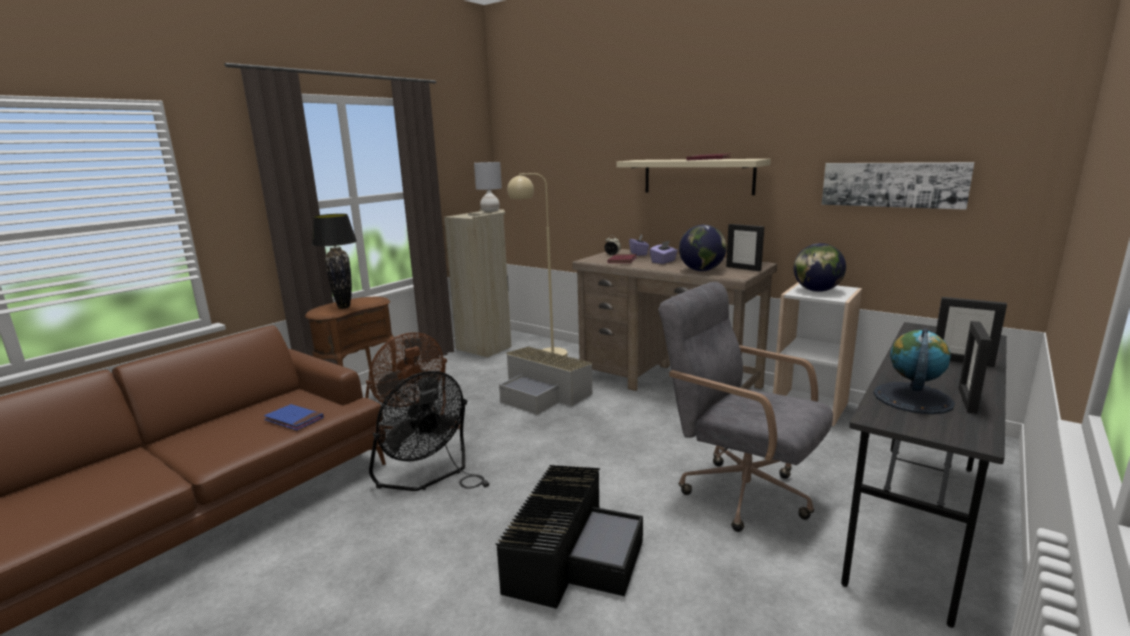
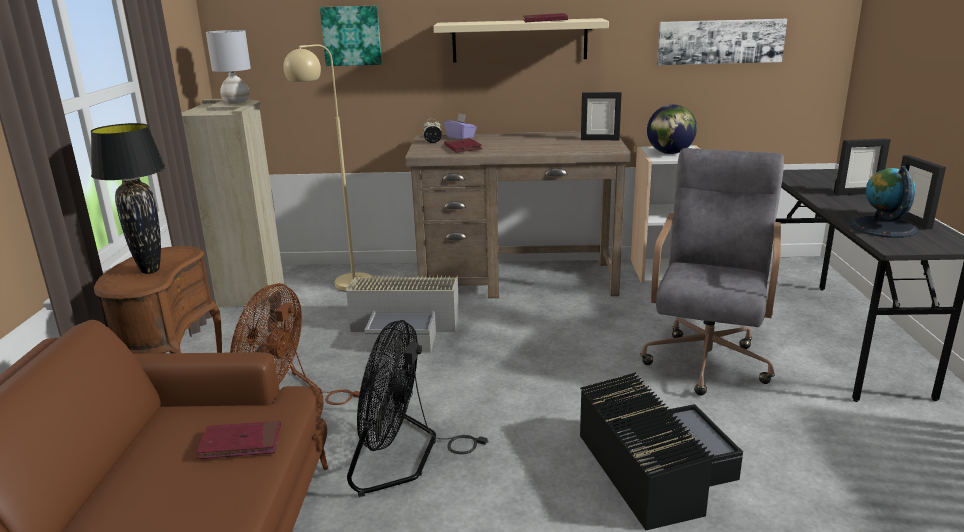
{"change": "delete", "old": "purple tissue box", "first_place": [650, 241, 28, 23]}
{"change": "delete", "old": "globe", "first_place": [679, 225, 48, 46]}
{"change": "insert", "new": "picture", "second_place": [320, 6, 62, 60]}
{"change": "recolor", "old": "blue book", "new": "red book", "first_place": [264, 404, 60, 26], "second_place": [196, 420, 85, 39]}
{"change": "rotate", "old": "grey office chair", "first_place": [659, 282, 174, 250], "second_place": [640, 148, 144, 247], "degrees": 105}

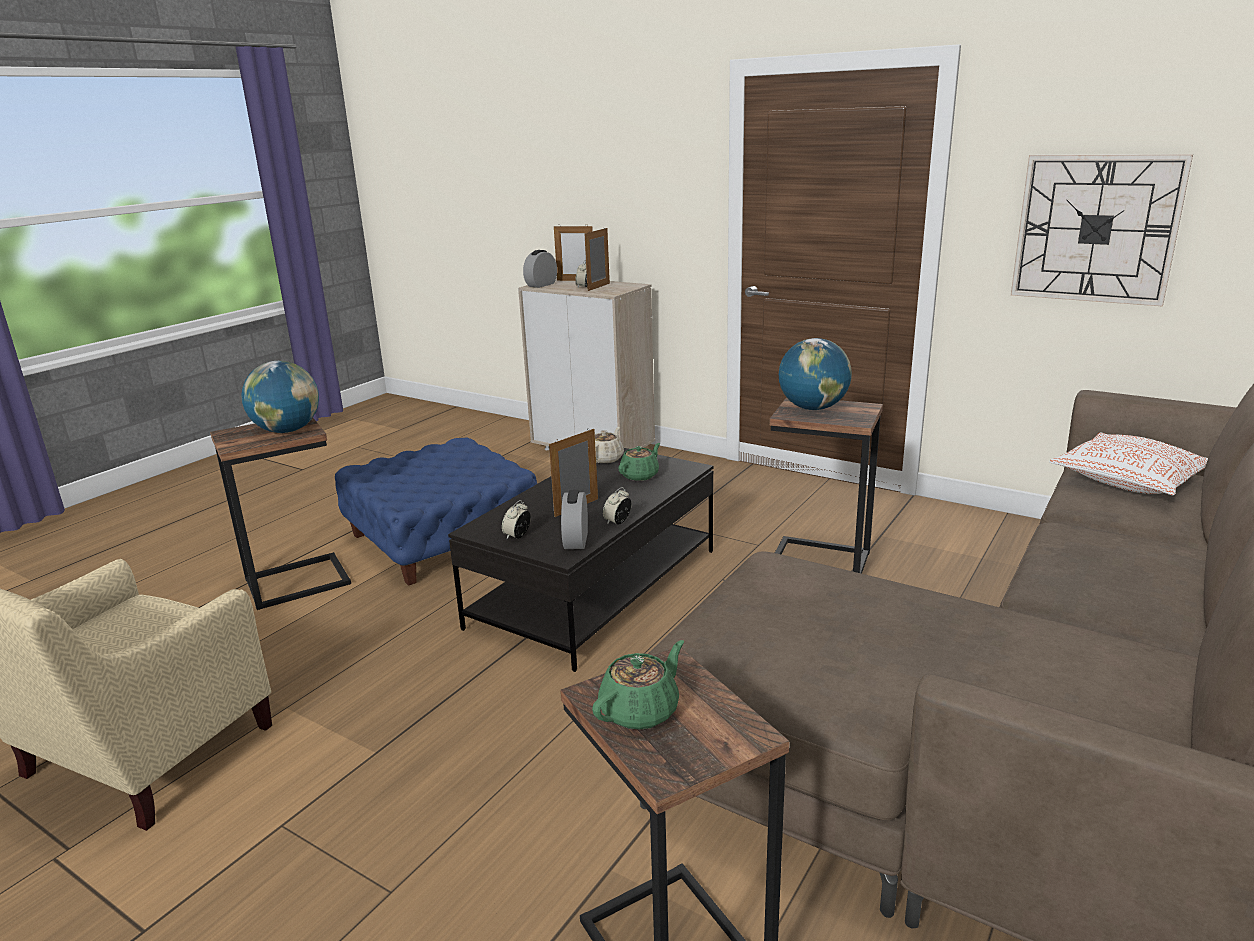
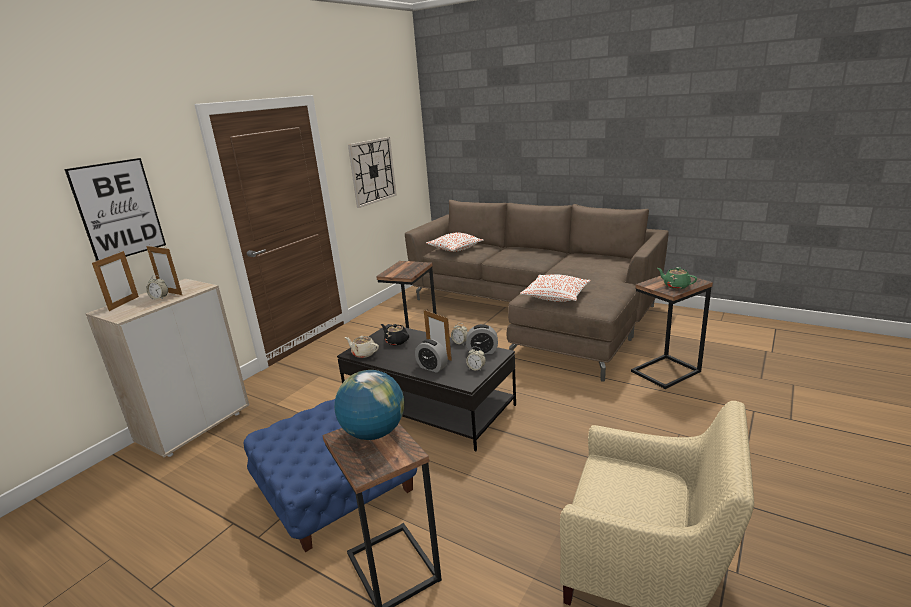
{"change": "delete", "old": "globe", "first_place": [779, 338, 73, 72]}
{"change": "insert", "new": "picture", "second_place": [64, 158, 102, 103]}
{"change": "insert", "new": "white pillow", "second_place": [520, 274, 71, 28]}
{"change": "move", "old": "alarm clock", "first_place": [523, 250, 34, 38], "second_place": [415, 339, 33, 34]}
{"change": "recolor", "old": "green teapot", "new": "black teapot", "first_place": [619, 443, 41, 38], "second_place": [381, 324, 28, 21]}

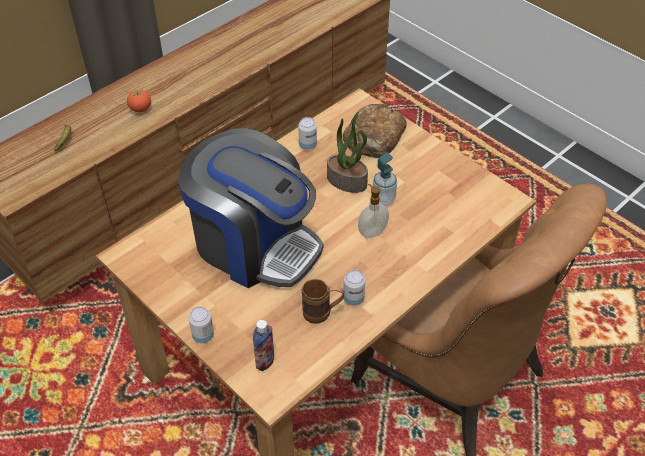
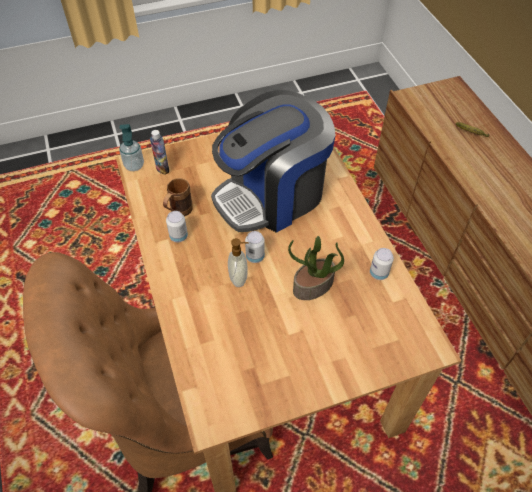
{"change": "delete", "old": "tomato", "first_place": [127, 90, 24, 22]}
{"change": "delete", "old": "bread", "first_place": [342, 104, 64, 54]}
{"change": "move", "old": "can", "first_place": [189, 307, 25, 36], "second_place": [245, 231, 20, 32]}
{"change": "move", "old": "soap dispenser", "first_place": [373, 152, 24, 54], "second_place": [119, 124, 25, 47]}

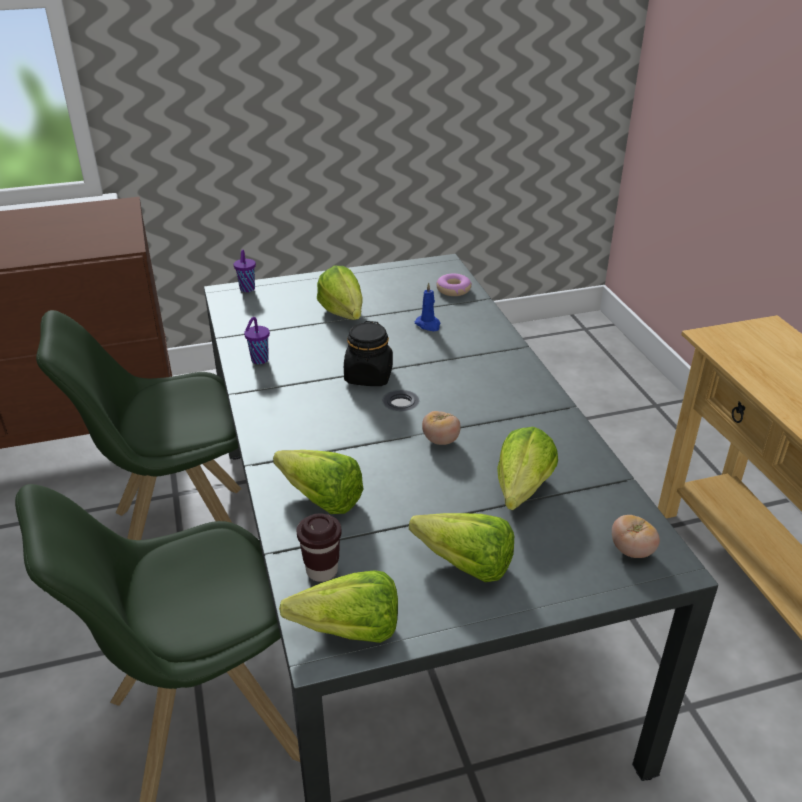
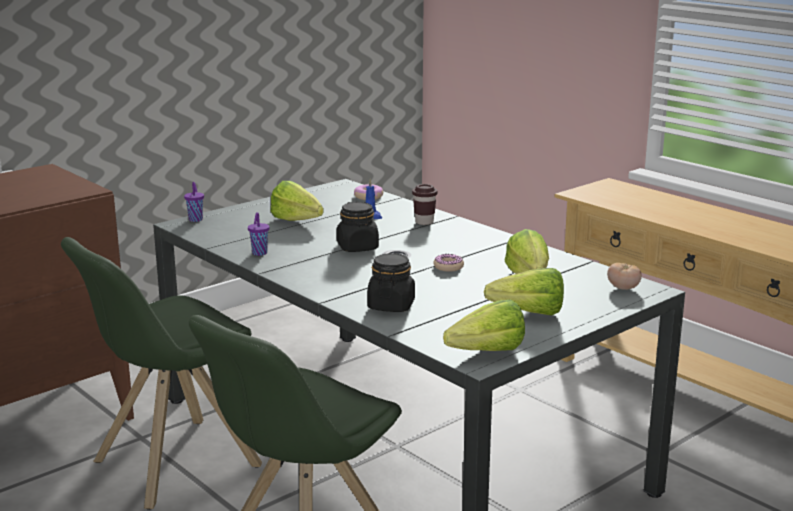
{"change": "move", "old": "brown cup", "first_place": [297, 513, 45, 69], "second_place": [412, 184, 25, 41]}
{"change": "replace", "old": "lettuce", "new": "black jar", "first_place": [273, 450, 91, 64], "second_place": [367, 253, 48, 59]}
{"change": "replace", "old": "tomato", "new": "donut", "first_place": [422, 411, 39, 34], "second_place": [433, 254, 31, 18]}

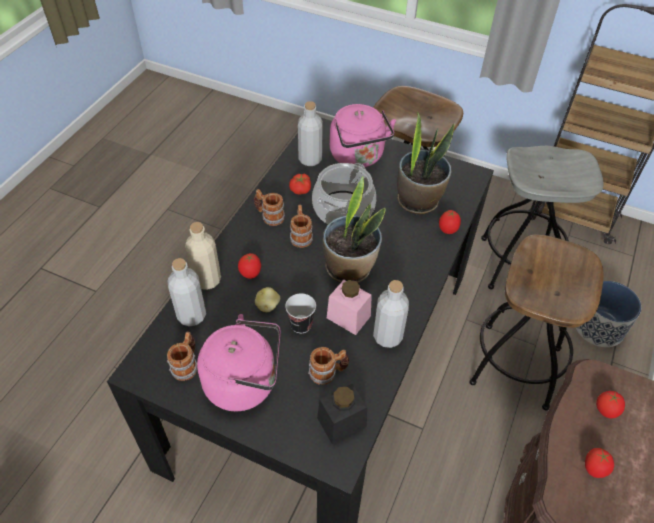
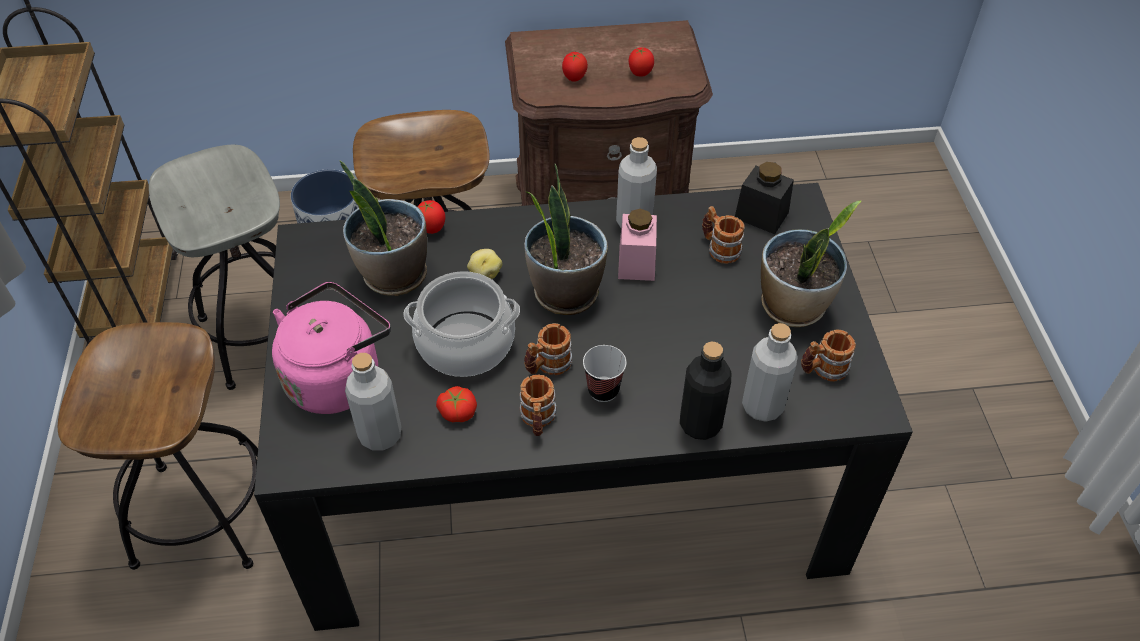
{"change": "delete", "old": "tomato", "first_place": [238, 253, 23, 26]}
{"change": "move", "old": "potato", "first_place": [255, 287, 25, 25], "second_place": [467, 249, 35, 30]}
{"change": "move", "old": "cup", "first_place": [285, 293, 31, 40], "second_place": [583, 345, 44, 57]}
{"change": "replace", "old": "pink kettle", "new": "potted plant", "first_place": [197, 314, 84, 97], "second_place": [761, 201, 100, 126]}
{"change": "recolor", "old": "beige bottle", "new": "black bottle", "first_place": [185, 222, 36, 68], "second_place": [680, 342, 51, 98]}

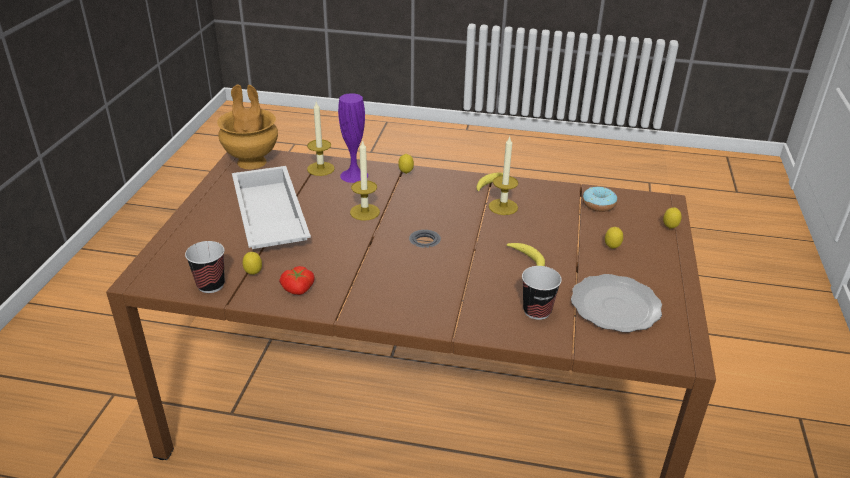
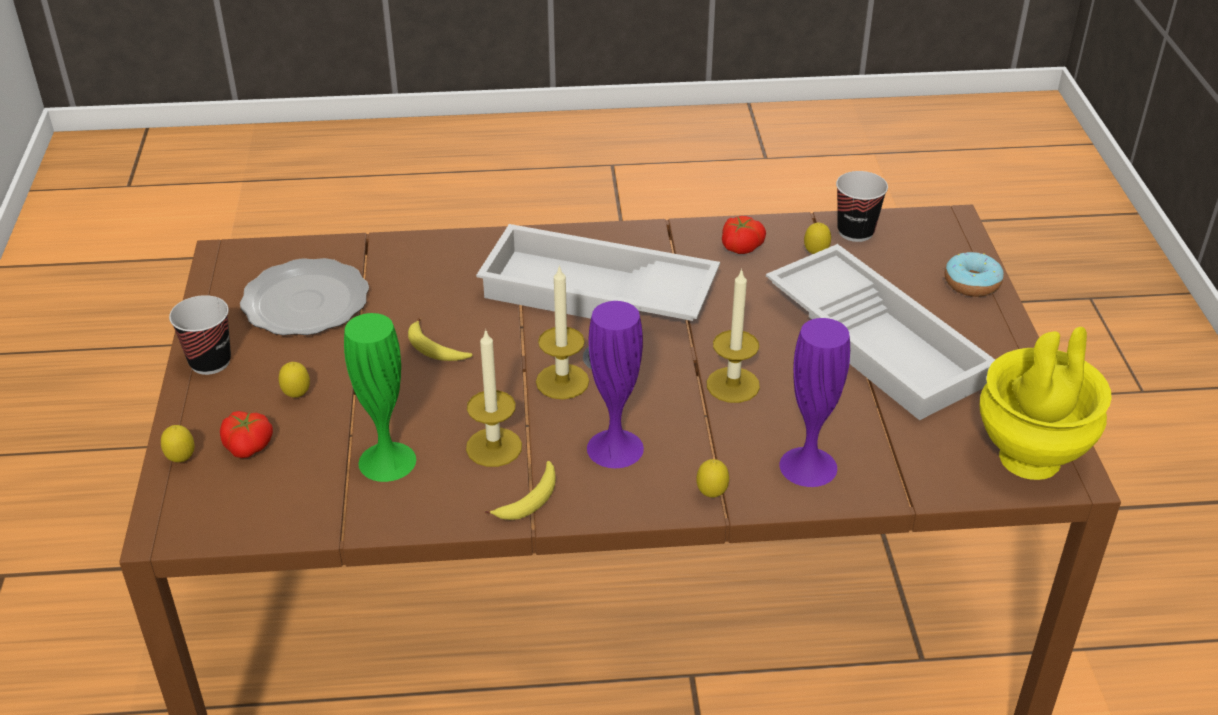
{"change": "insert", "new": "tomato", "second_place": [220, 411, 53, 47]}
{"change": "insert", "new": "green vase", "second_place": [344, 313, 72, 169]}
{"change": "insert", "new": "white tray", "second_place": [476, 224, 244, 97]}
{"change": "insert", "new": "purple vase", "second_place": [587, 301, 57, 167]}
{"change": "move", "old": "candle", "first_place": [307, 102, 28, 74], "second_place": [536, 265, 53, 135]}
{"change": "move", "old": "cup", "first_place": [522, 266, 40, 54], "second_place": [169, 295, 62, 80]}
{"change": "move", "old": "donut", "first_place": [582, 186, 35, 26], "second_place": [945, 252, 59, 45]}
{"change": "recolor", "old": "brown vase", "new": "yellow vase", "first_place": [217, 84, 61, 85], "second_place": [980, 327, 132, 153]}

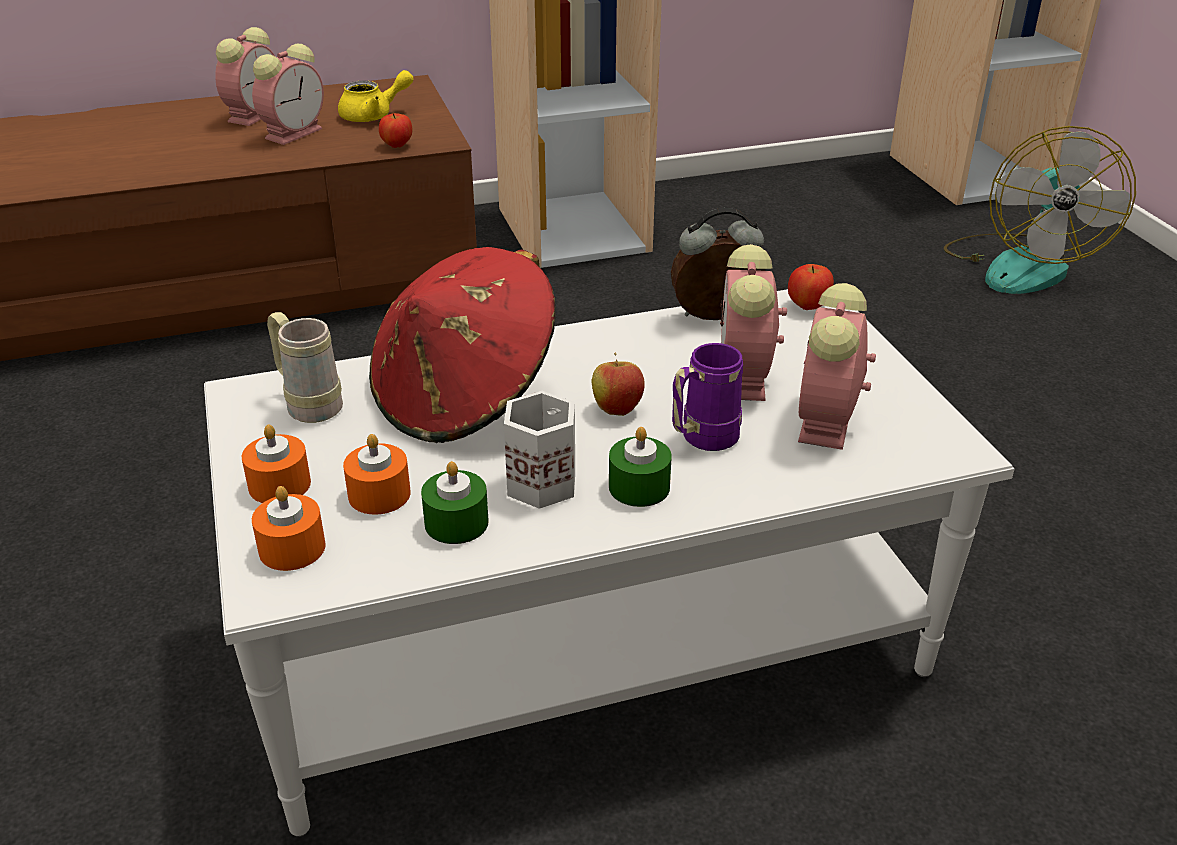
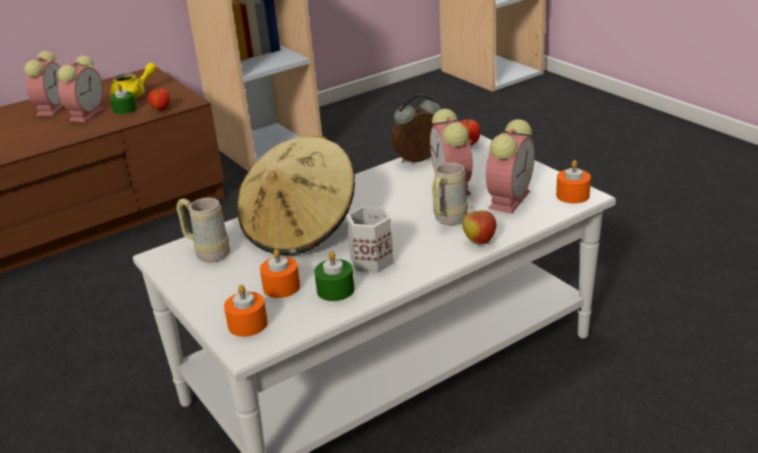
{"change": "delete", "old": "fan", "first_place": [944, 126, 192, 168]}
{"change": "move", "old": "orange candle", "first_place": [242, 424, 69, 79], "second_place": [556, 160, 35, 44]}
{"change": "move", "old": "apple", "first_place": [591, 353, 54, 63], "second_place": [462, 207, 34, 38]}
{"change": "move", "old": "green candle", "first_place": [609, 427, 63, 80], "second_place": [110, 84, 27, 31]}
{"change": "recolor", "old": "red hat", "new": "beige hat", "first_place": [369, 247, 187, 196], "second_place": [237, 136, 118, 119]}
{"change": "recolor", "old": "purple mug", "new": "beige mug", "first_place": [672, 343, 71, 108], "second_place": [432, 163, 36, 62]}
{"change": "rotate", "old": "alarm clock", "first_place": [798, 283, 78, 167], "second_place": [486, 119, 49, 95], "degrees": -150}

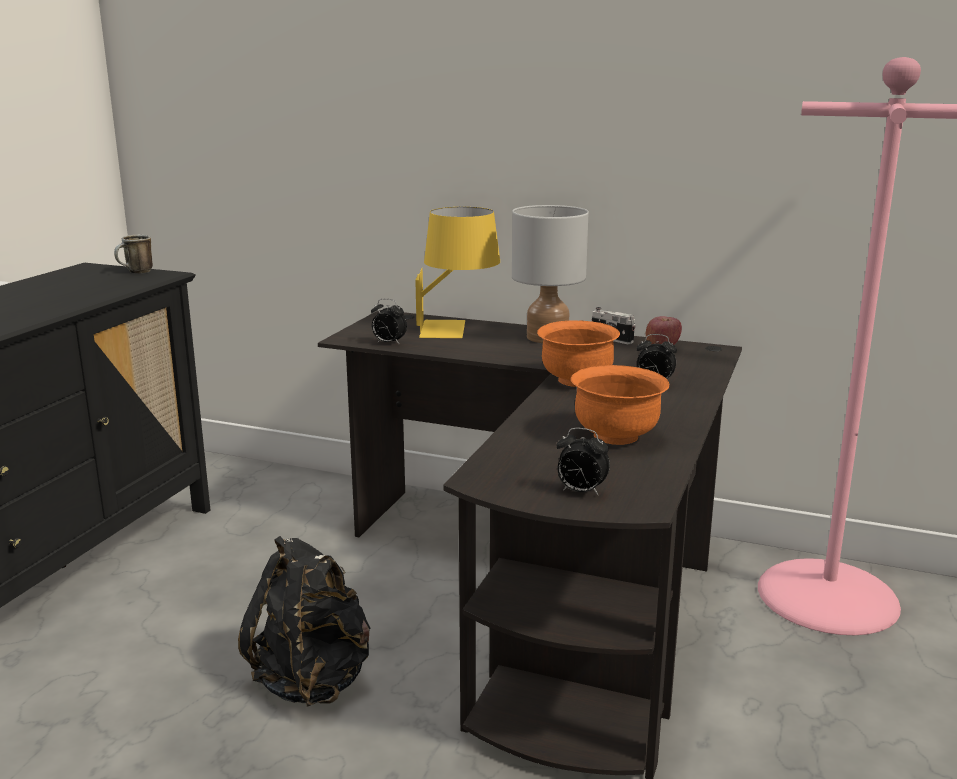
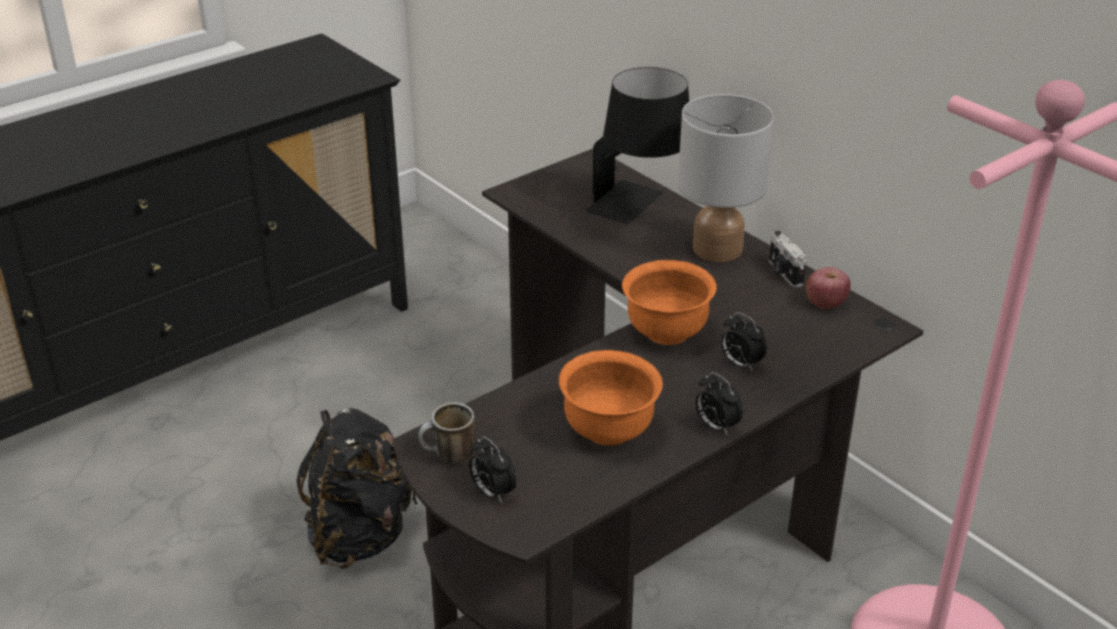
{"change": "move", "old": "mug", "first_place": [114, 235, 39, 39], "second_place": [418, 402, 56, 63]}
{"change": "move", "old": "alarm clock", "first_place": [371, 299, 36, 46], "second_place": [696, 372, 47, 64]}
{"change": "recolor", "old": "yellow table lamp", "new": "black table lamp", "first_place": [415, 207, 85, 131], "second_place": [586, 67, 103, 157]}

